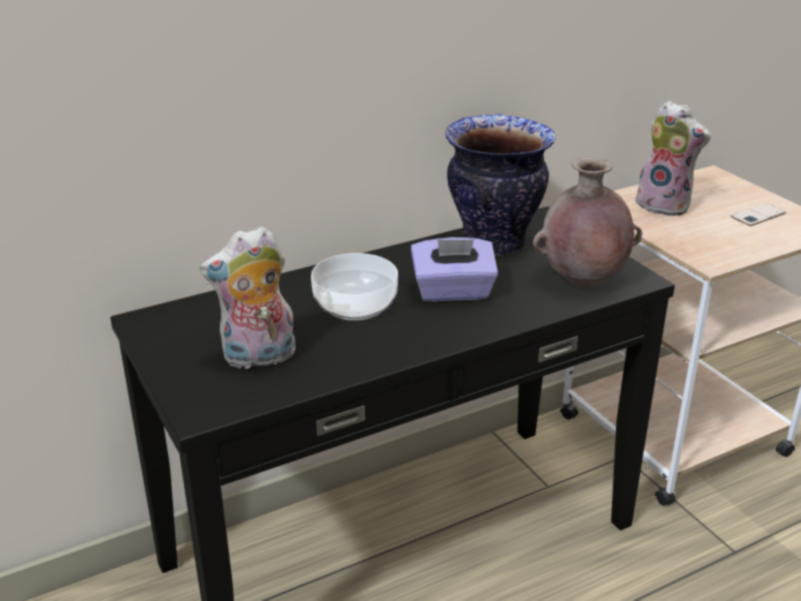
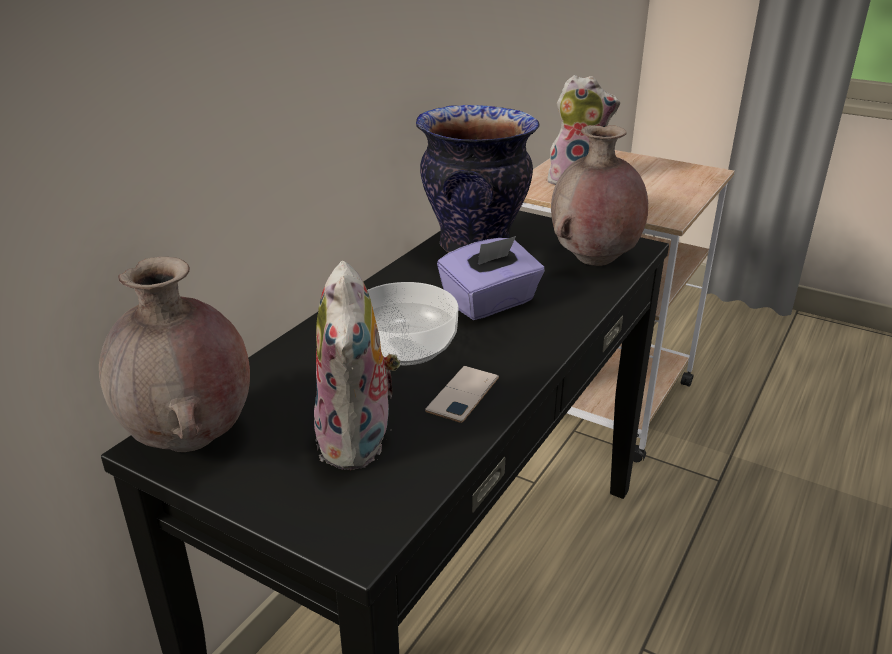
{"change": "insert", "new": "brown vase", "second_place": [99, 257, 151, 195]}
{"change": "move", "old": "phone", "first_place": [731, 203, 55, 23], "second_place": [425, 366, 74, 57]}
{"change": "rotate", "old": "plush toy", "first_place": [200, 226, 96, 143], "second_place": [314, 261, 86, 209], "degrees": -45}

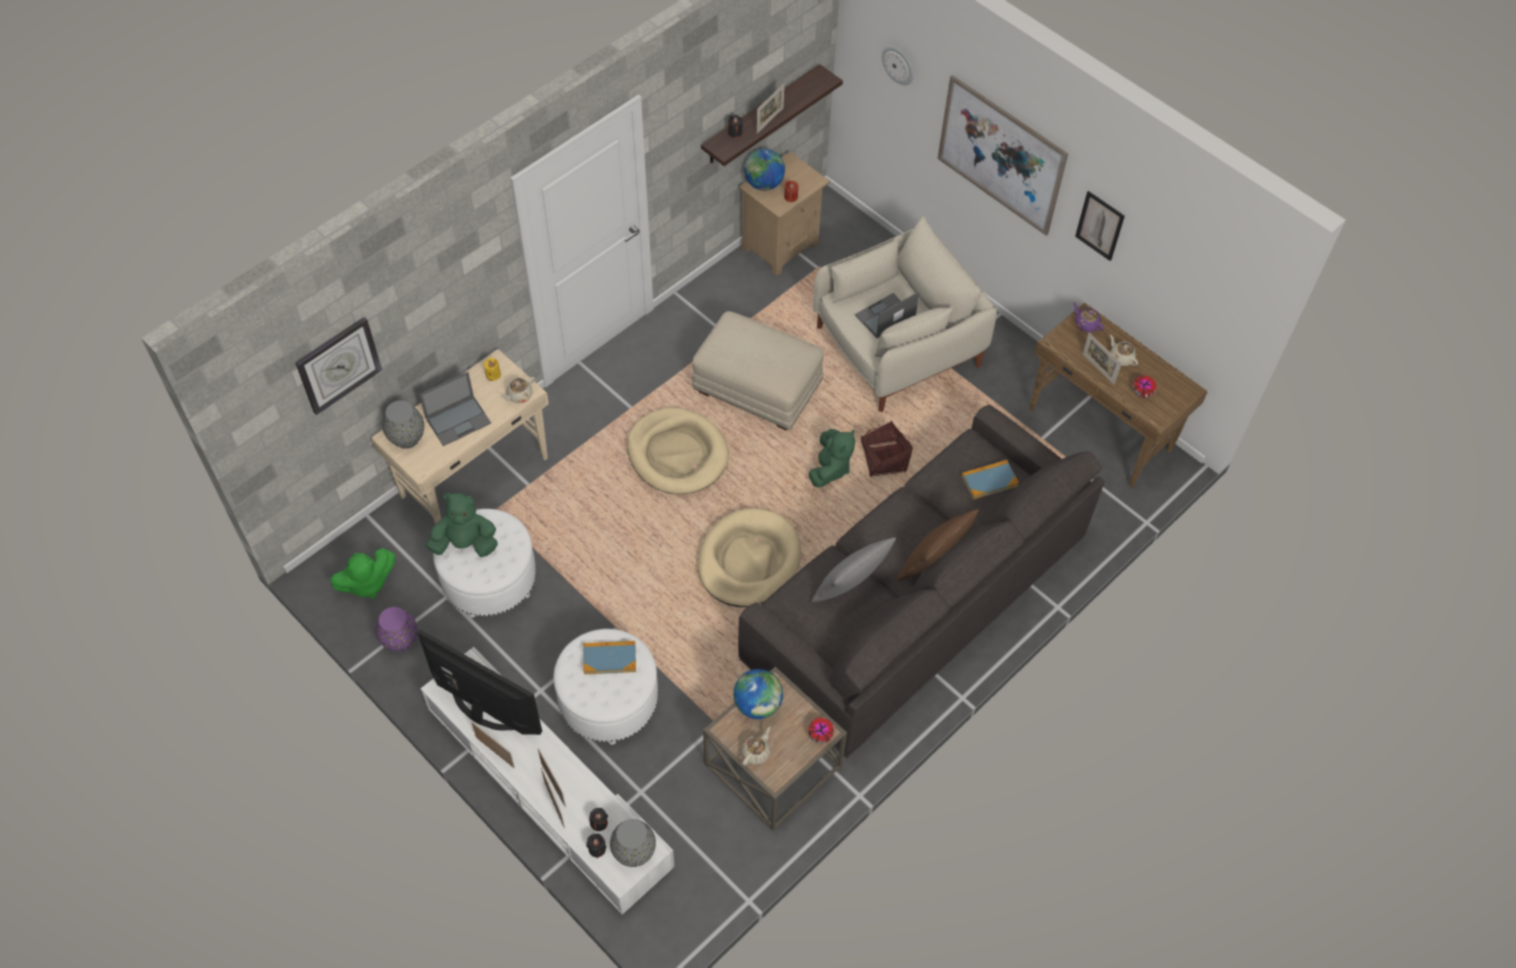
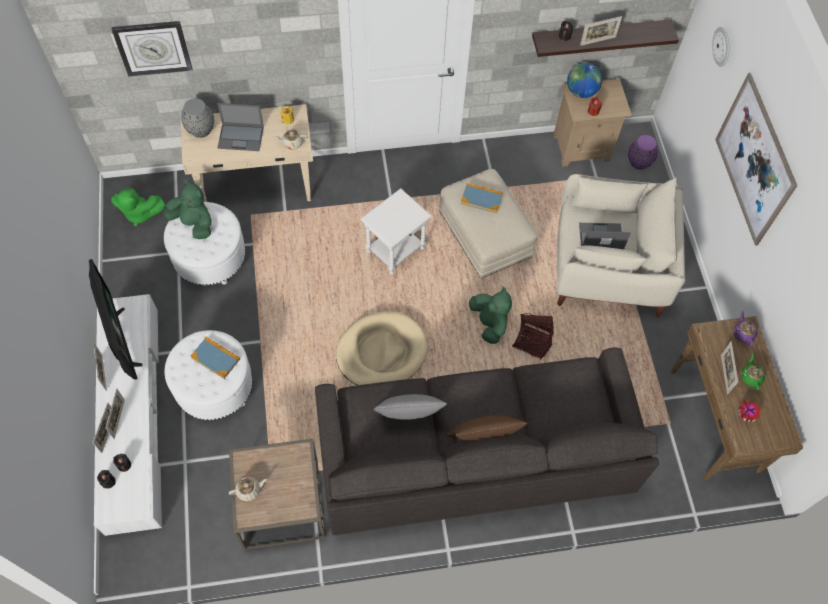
{"change": "delete", "old": "grey vase", "first_place": [610, 819, 46, 48]}
{"change": "delete", "old": "globe", "first_place": [733, 669, 50, 50]}
{"change": "delete", "old": "bowl", "first_place": [808, 718, 26, 26]}
{"change": "delete", "old": "picture", "first_place": [1075, 191, 50, 70]}
{"change": "move", "old": "purple vase", "first_place": [376, 607, 42, 45], "second_place": [628, 135, 30, 35]}
{"change": "move", "old": "book", "first_place": [961, 460, 58, 40], "second_place": [461, 183, 42, 30]}
{"change": "replace", "old": "beige dog bed", "new": "white side table", "first_place": [627, 408, 102, 86], "second_place": [360, 188, 72, 86]}
{"change": "recolor", "old": "beige teapot", "new": "green teapot", "first_place": [1110, 335, 28, 31], "second_place": [741, 353, 24, 37]}
{"change": "rotate", "old": "green plush toy", "first_place": [808, 429, 47, 58], "second_place": [469, 287, 43, 57], "degrees": -75}

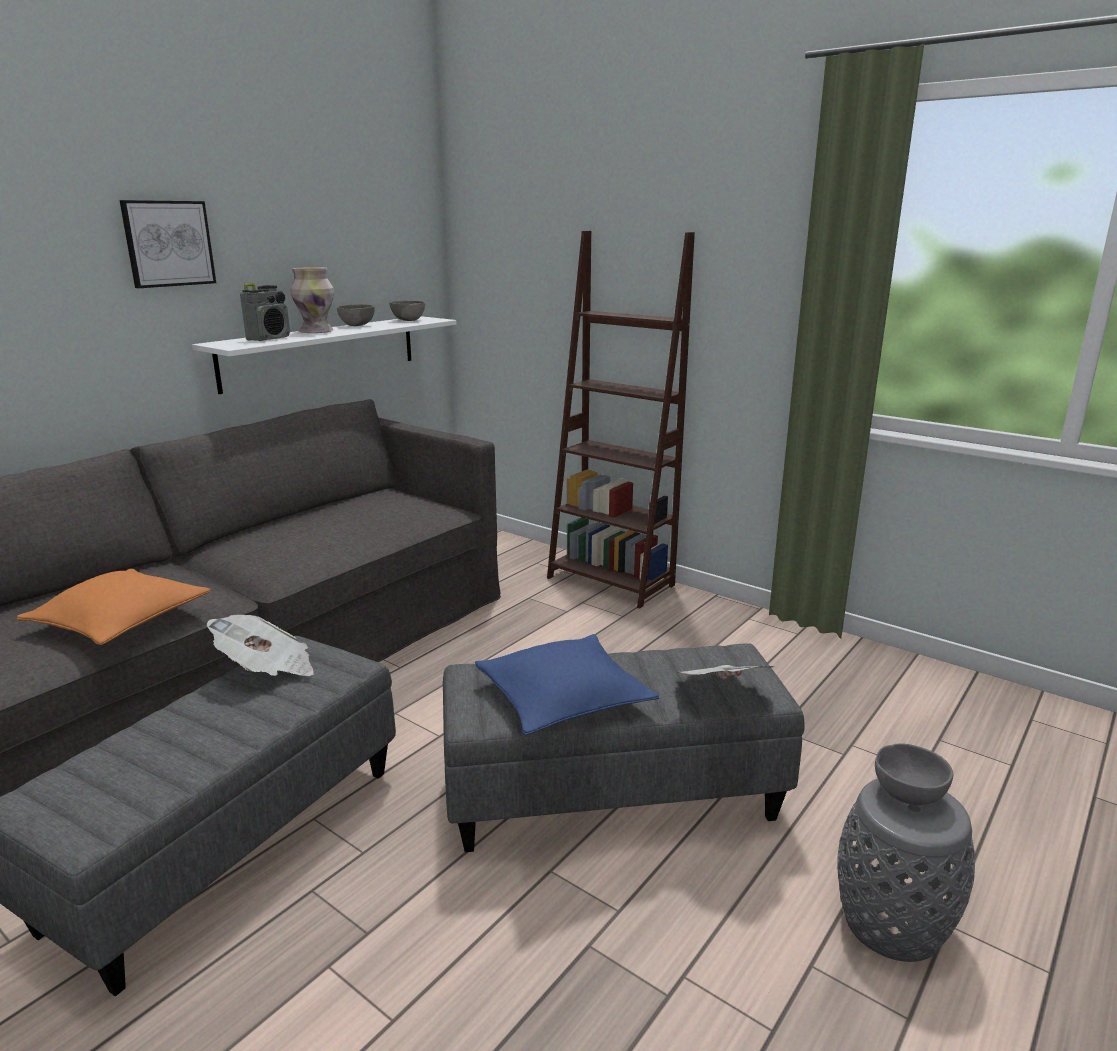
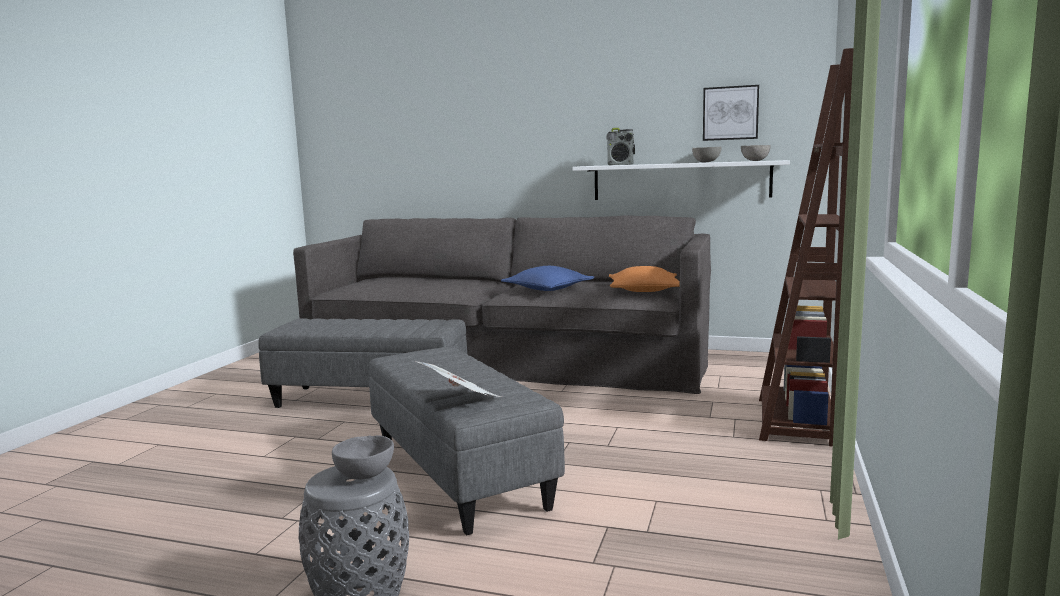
{"change": "delete", "old": "newspaper", "first_place": [207, 615, 107, 61]}
{"change": "delete", "old": "vase", "first_place": [290, 267, 44, 66]}
{"change": "move", "old": "orange pillow", "first_place": [17, 569, 194, 76], "second_place": [609, 266, 71, 26]}
{"change": "move", "old": "picture", "first_place": [119, 200, 97, 88], "second_place": [703, 85, 56, 56]}
{"change": "move", "old": "blue pillow", "first_place": [475, 634, 184, 102], "second_place": [501, 266, 93, 25]}

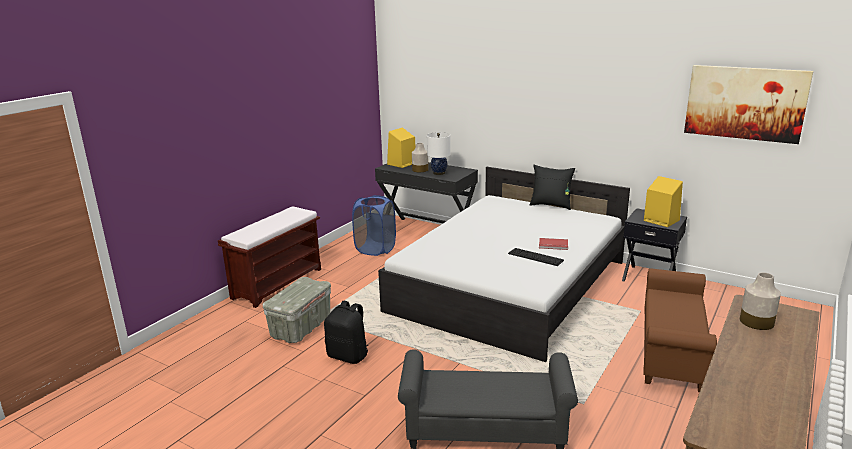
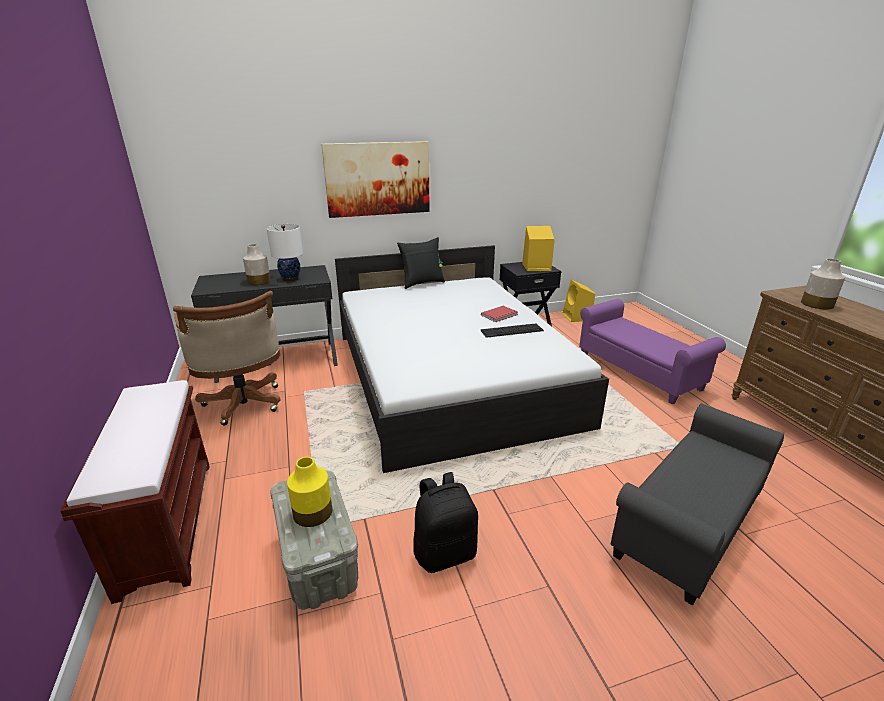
{"change": "insert", "new": "yellow vase", "second_place": [287, 457, 45, 70]}
{"change": "move", "old": "yellow speaker", "first_place": [387, 127, 28, 41], "second_place": [562, 280, 33, 42]}
{"change": "move", "old": "picture", "first_place": [684, 65, 129, 79], "second_place": [321, 141, 109, 77]}
{"change": "replace", "old": "blue laundry basket", "new": "office chair", "first_place": [352, 195, 44, 61], "second_place": [173, 291, 107, 135]}
{"change": "recolor", "old": "brown ottoman", "new": "purple ottoman", "first_place": [643, 268, 74, 124], "second_place": [579, 299, 147, 105]}

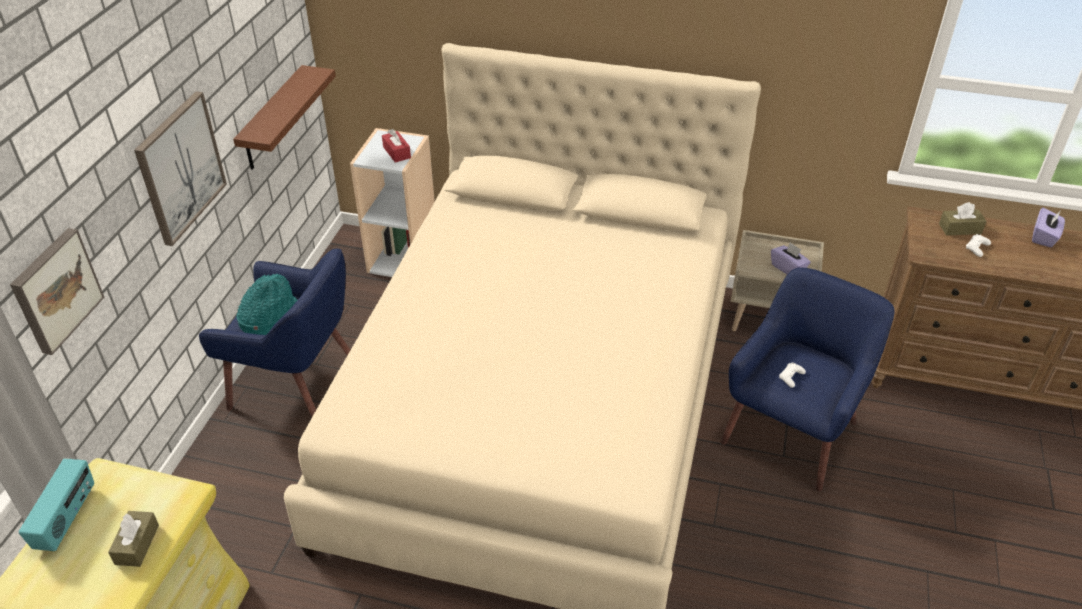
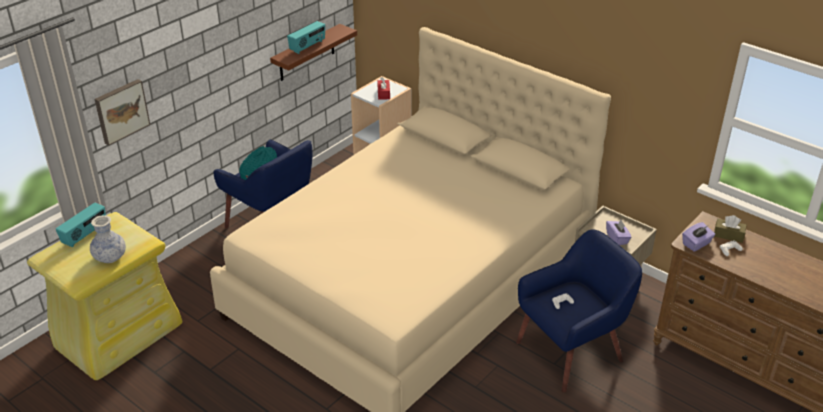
{"change": "delete", "old": "picture", "first_place": [134, 91, 93, 155]}
{"change": "insert", "new": "radio", "second_place": [287, 21, 38, 33]}
{"change": "move", "old": "purple tissue box", "first_place": [1032, 208, 33, 39], "second_place": [682, 222, 33, 30]}
{"change": "replace", "old": "brown tissue box", "new": "vase", "first_place": [108, 511, 51, 56], "second_place": [90, 215, 36, 48]}

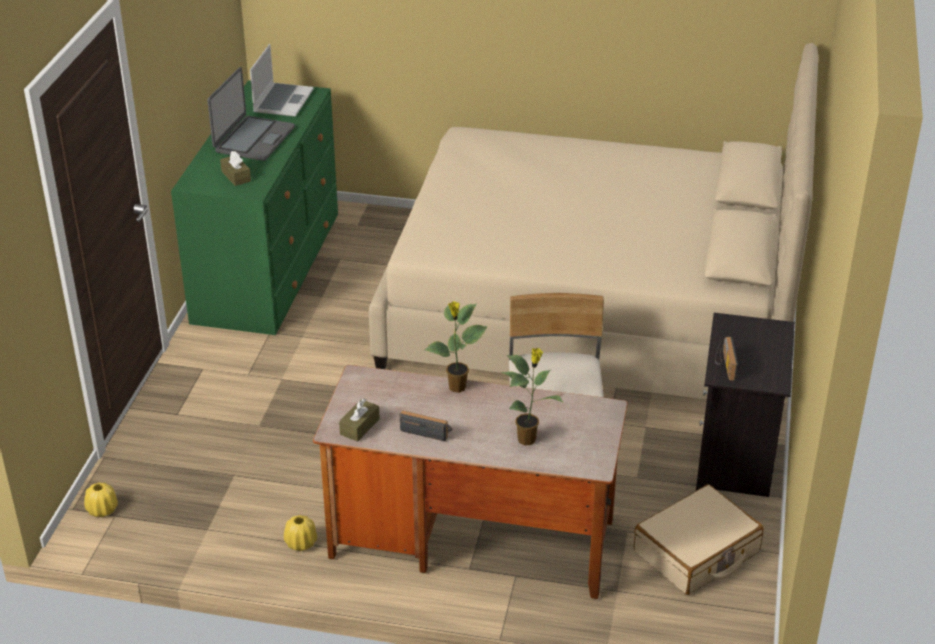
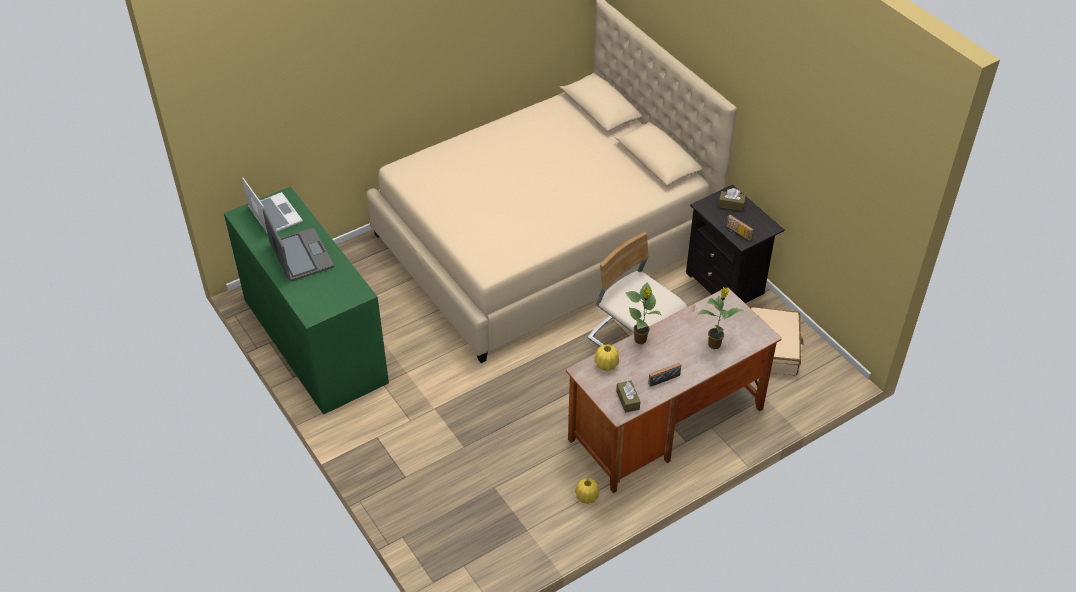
{"change": "move", "old": "yellow vase", "first_place": [84, 483, 34, 34], "second_place": [594, 344, 25, 27]}
{"change": "move", "old": "brown tissue box", "first_place": [220, 151, 31, 35], "second_place": [718, 188, 28, 23]}

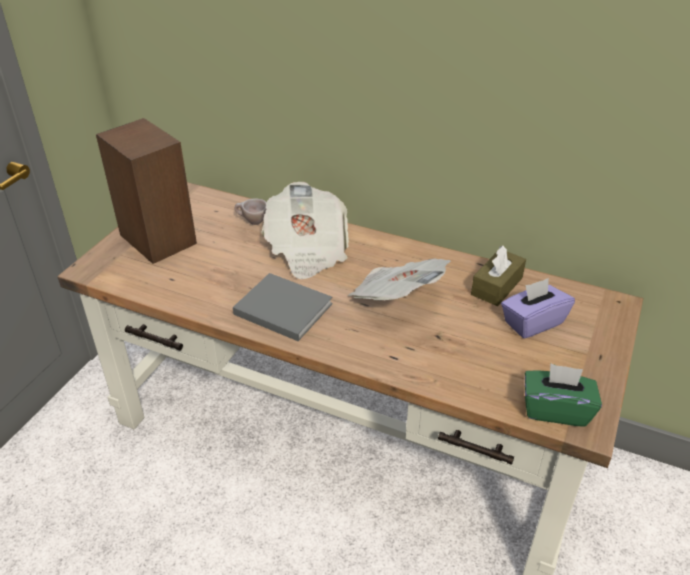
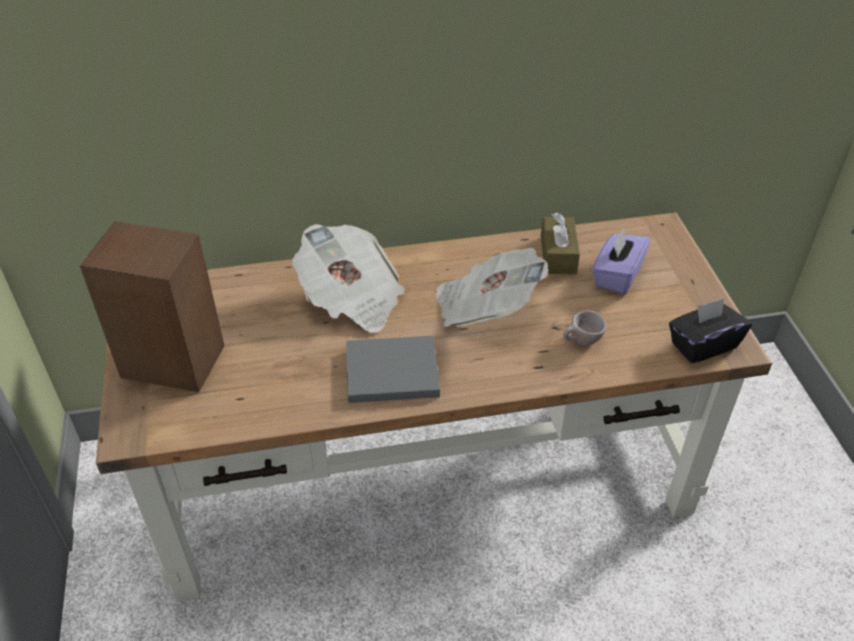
{"change": "move", "old": "beige cup", "first_place": [235, 199, 32, 26], "second_place": [563, 310, 43, 36]}
{"change": "recolor", "old": "green tissue box", "new": "black tissue box", "first_place": [525, 363, 77, 64], "second_place": [669, 299, 83, 65]}

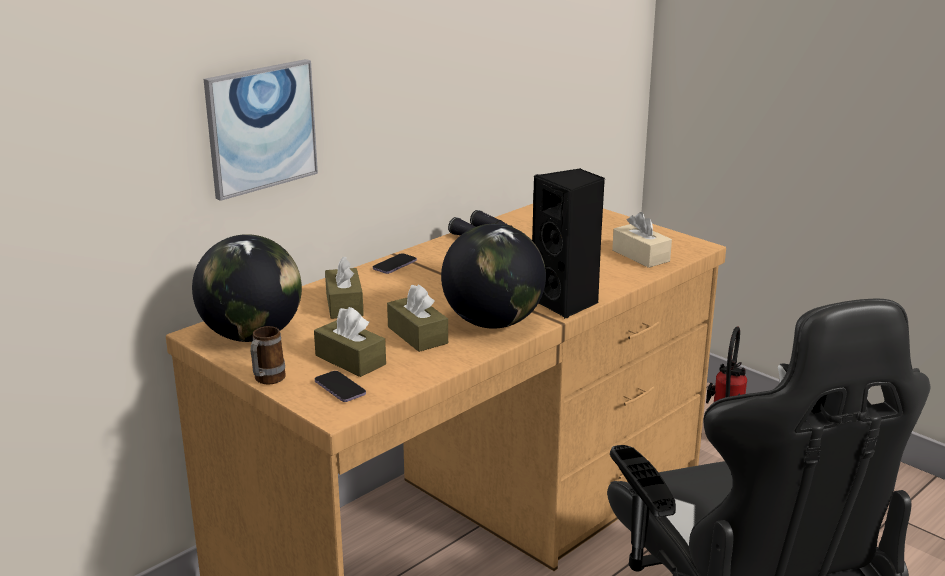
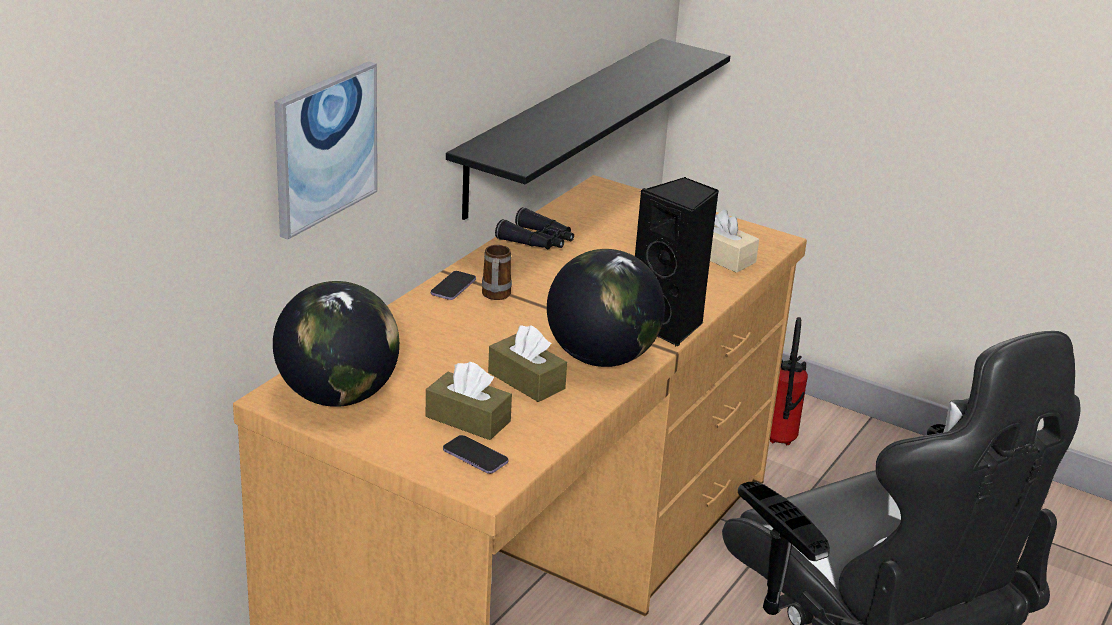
{"change": "delete", "old": "brown tissue box", "first_place": [325, 256, 39, 63]}
{"change": "insert", "new": "black shelf", "second_place": [446, 38, 284, 182]}
{"change": "move", "old": "mug", "first_place": [250, 326, 36, 59], "second_place": [482, 245, 30, 55]}

